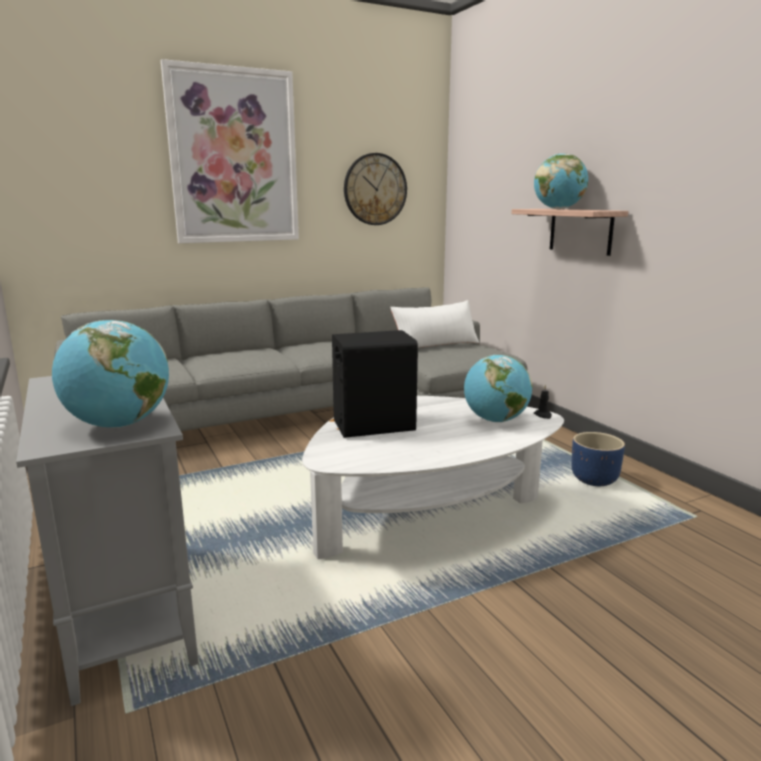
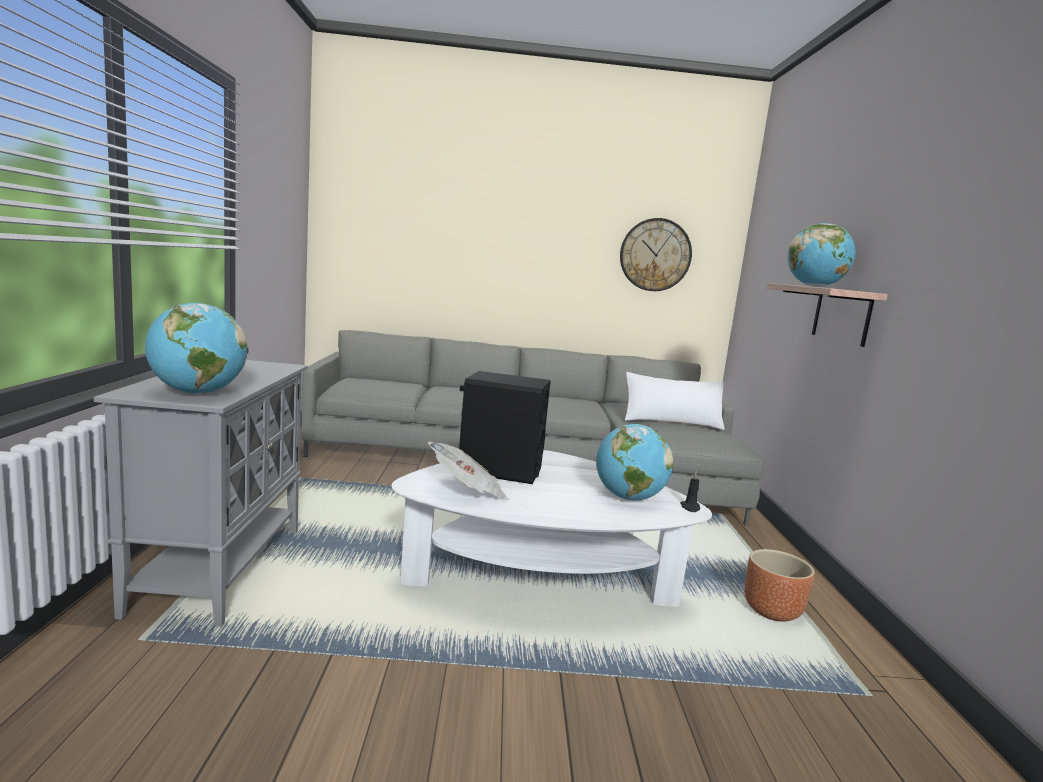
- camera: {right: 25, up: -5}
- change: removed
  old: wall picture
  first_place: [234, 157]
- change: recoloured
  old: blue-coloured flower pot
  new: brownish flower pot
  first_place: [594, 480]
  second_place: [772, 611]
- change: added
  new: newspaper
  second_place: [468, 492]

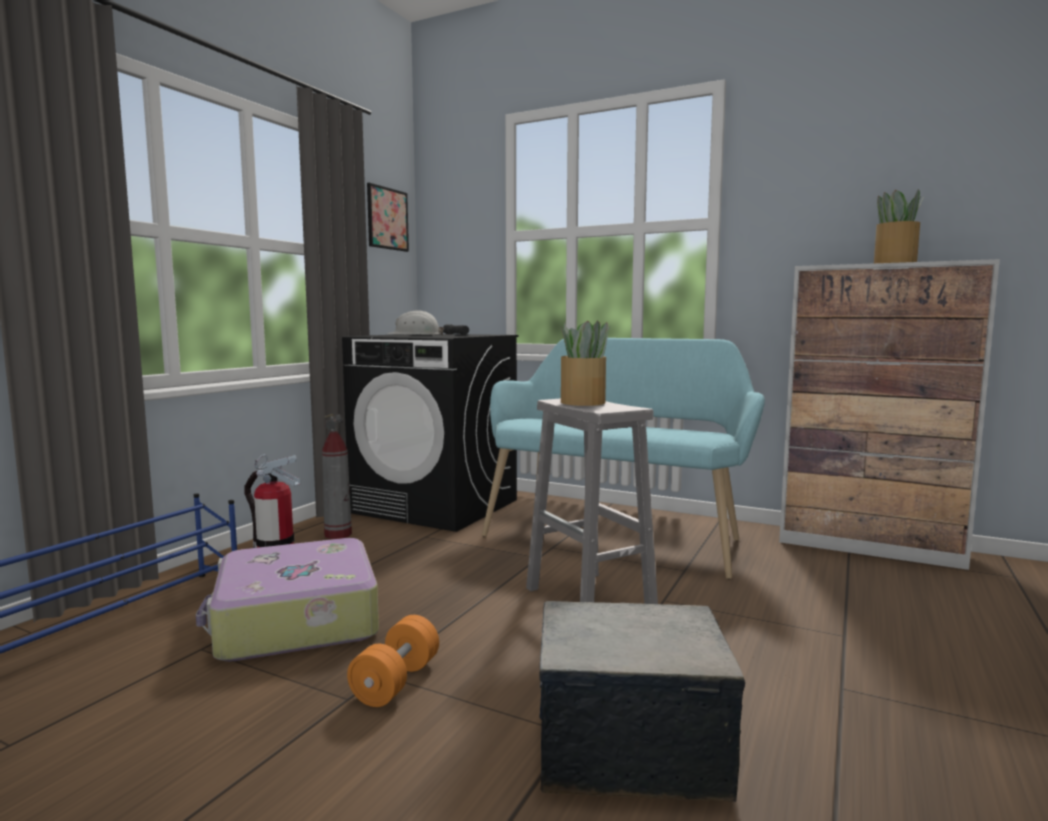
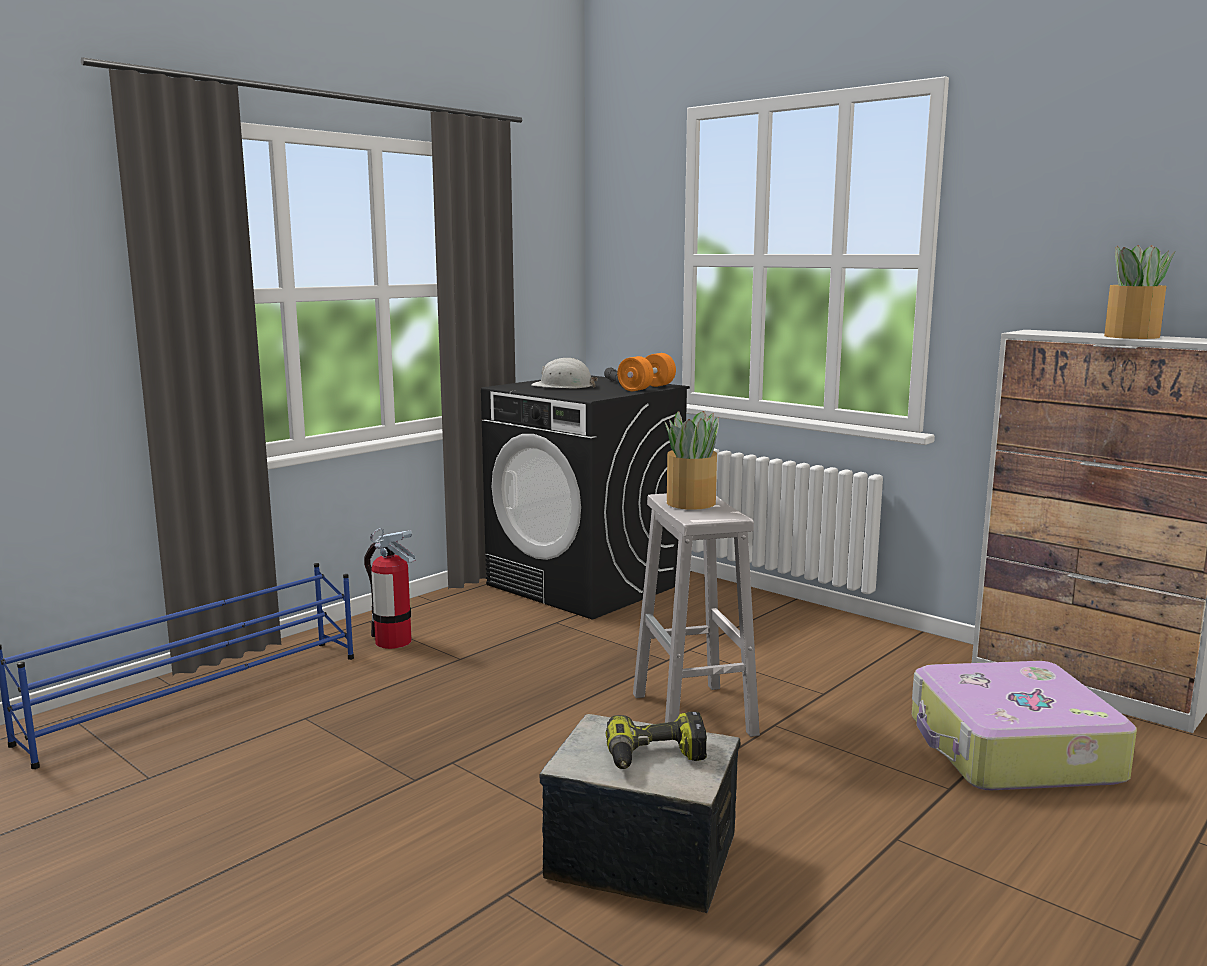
- camera: {right: 15, up: 5}
- change: removed
  old: wall picture
  first_place: [387, 218]
- change: removed
  old: blue-green long seat
  first_place: [617, 535]
- change: removed
  old: extinguisher
  first_place: [338, 534]
- change: moved
  old: travel case
  first_place: [295, 620]
  second_place: [1011, 750]
- change: moved
  old: orange hand weight
  first_place: [396, 682]
  second_place: [646, 388]
- change: added
  new: power drill
  second_place: [655, 757]

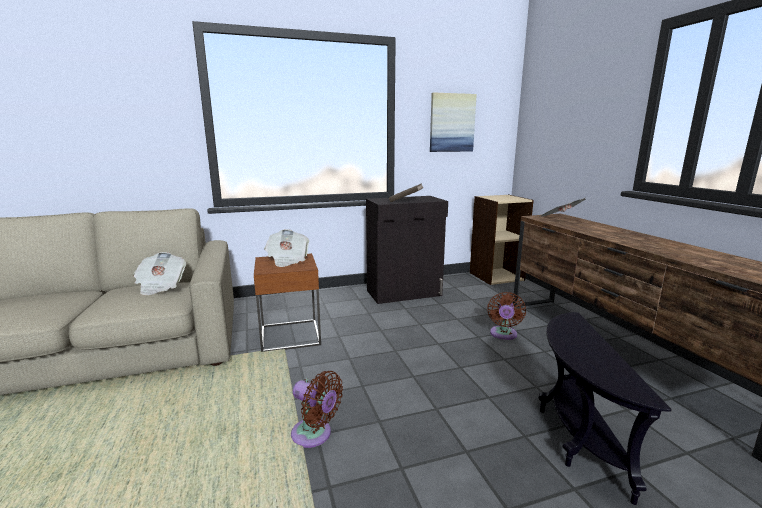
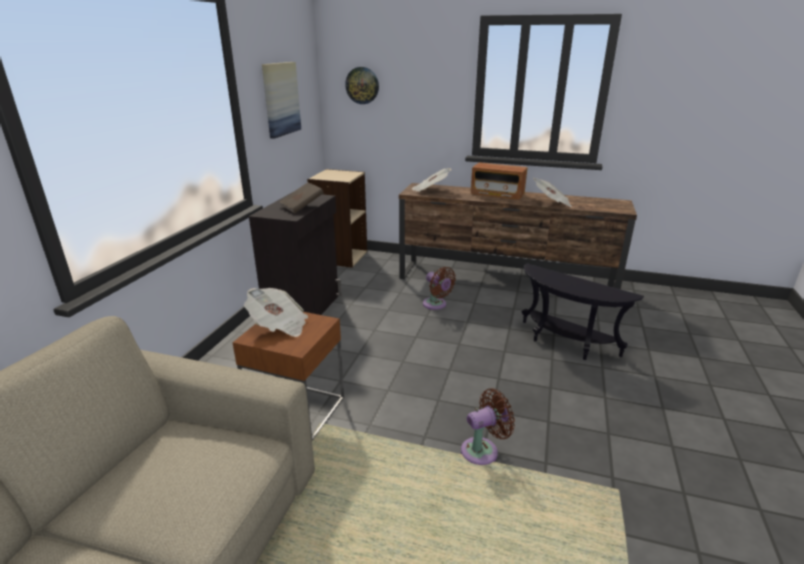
- camera: {right: -55, up: 10}
- change: moved
  old: newspaper
  first_place: [160, 286]
  second_place: [551, 203]
- change: added
  new: wall clock
  second_place: [362, 85]
- change: added
  new: radio set
  second_place: [497, 194]

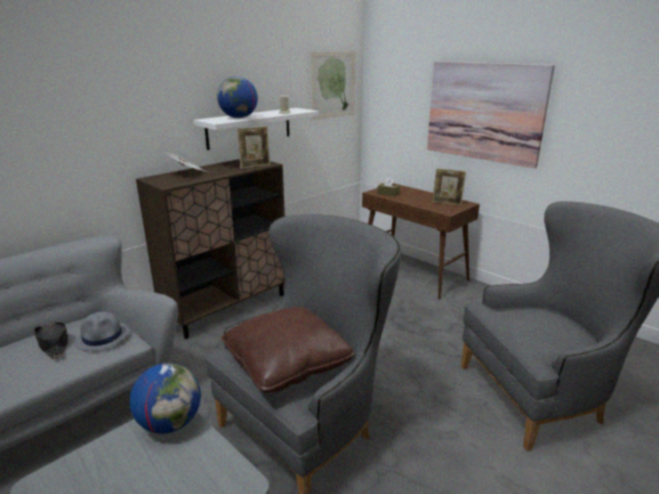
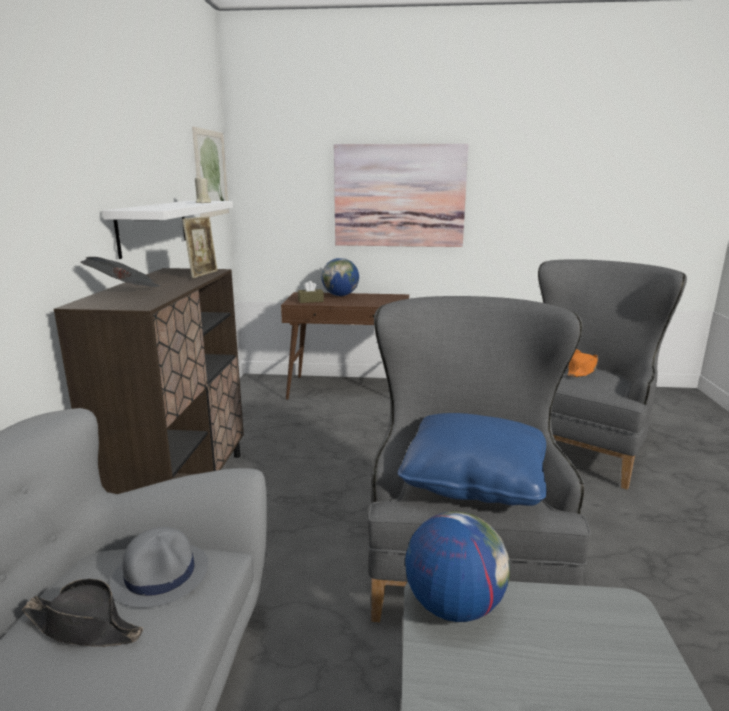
- camera: {right: -40, up: -5}
- change: moved
  old: desk globe
  first_place: [239, 118]
  second_place: [340, 295]
- change: removed
  old: standing frame
  first_place: [447, 203]
- change: recoloured
  old: brownish throw pillow
  new: blue-coloured throw pillow
  first_place: [287, 363]
  second_place: [473, 480]
- change: added
  new: orange hat
  second_place: [581, 370]

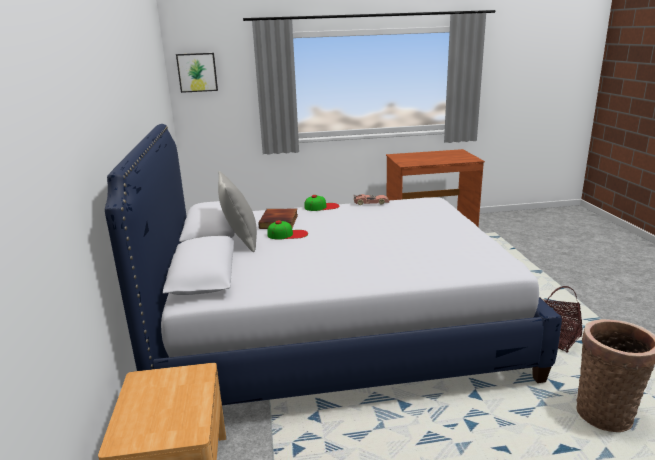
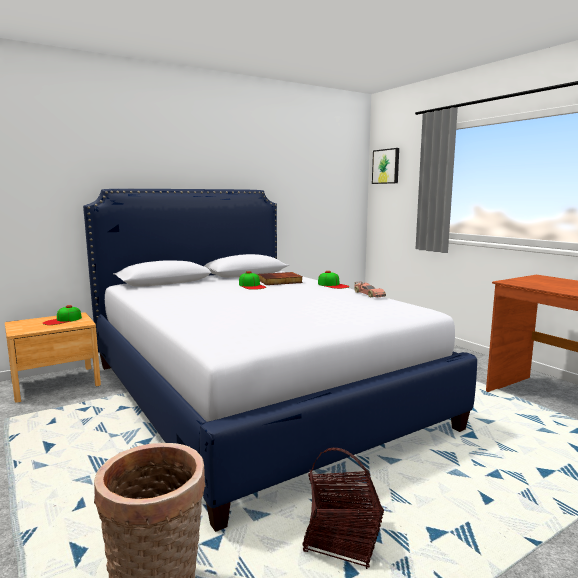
- camera: {right: 65, up: -10}
- change: removed
  old: greyish throw pillow
  first_place: [240, 240]
- change: added
  new: baseball cap
  second_place: [62, 320]

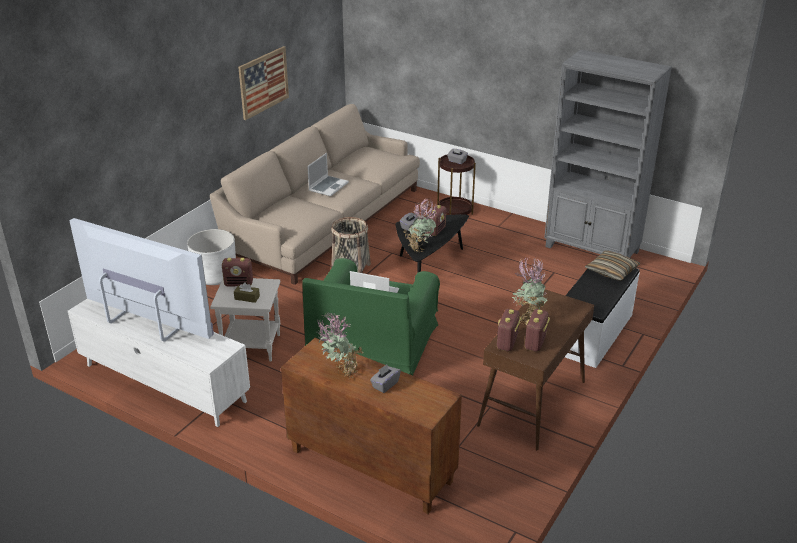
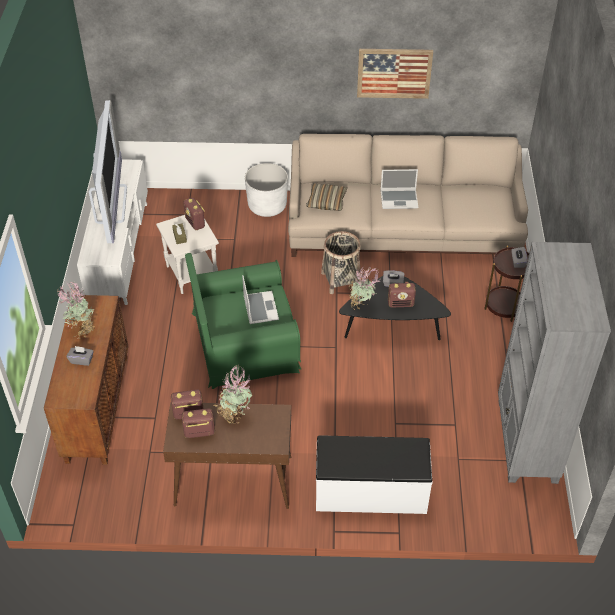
- camera: {right: 60, up: 15}
- change: moved
  old: throw pillow
  first_place: [611, 271]
  second_place: [326, 201]

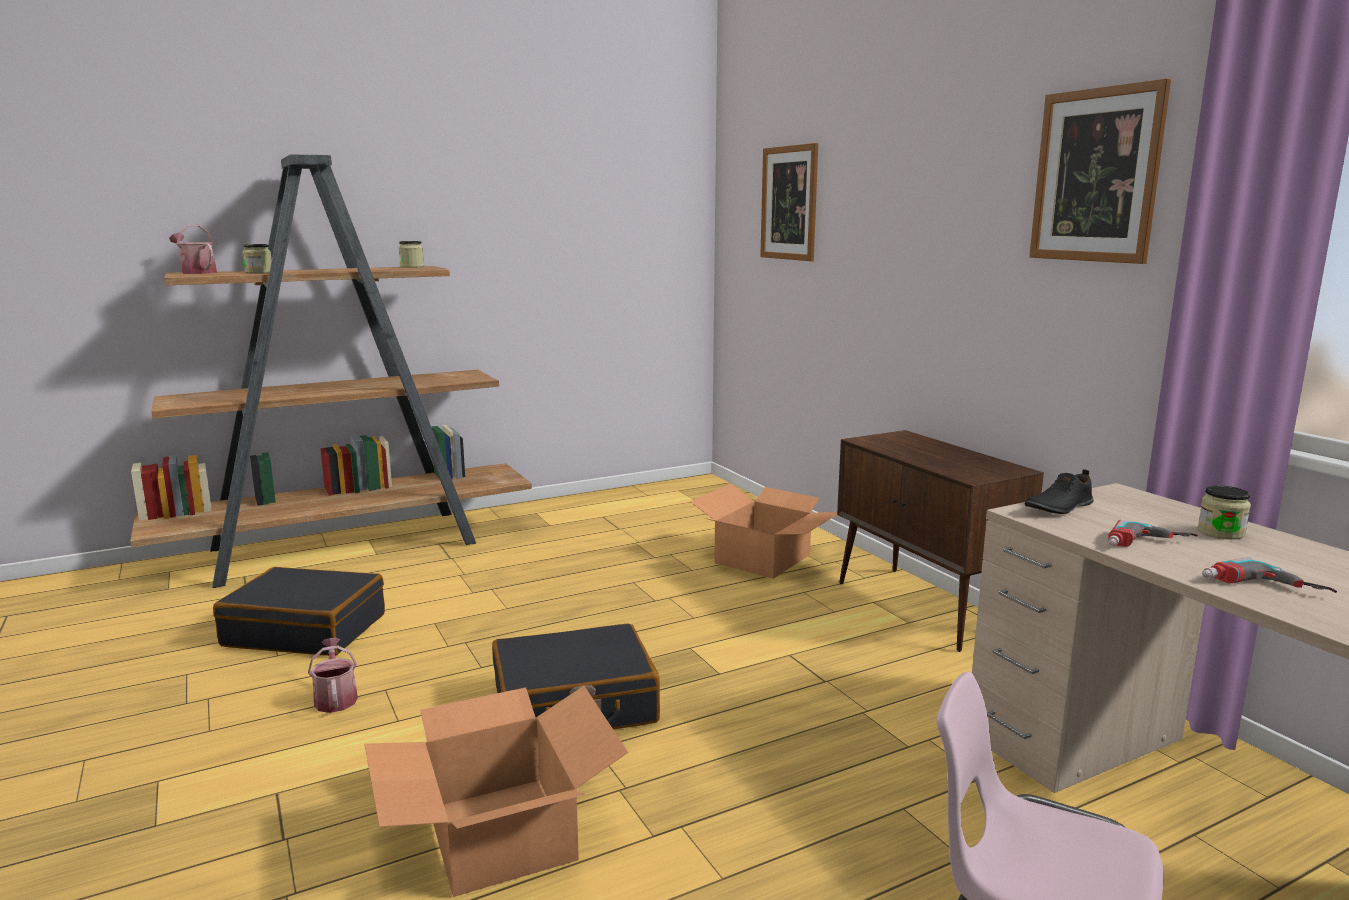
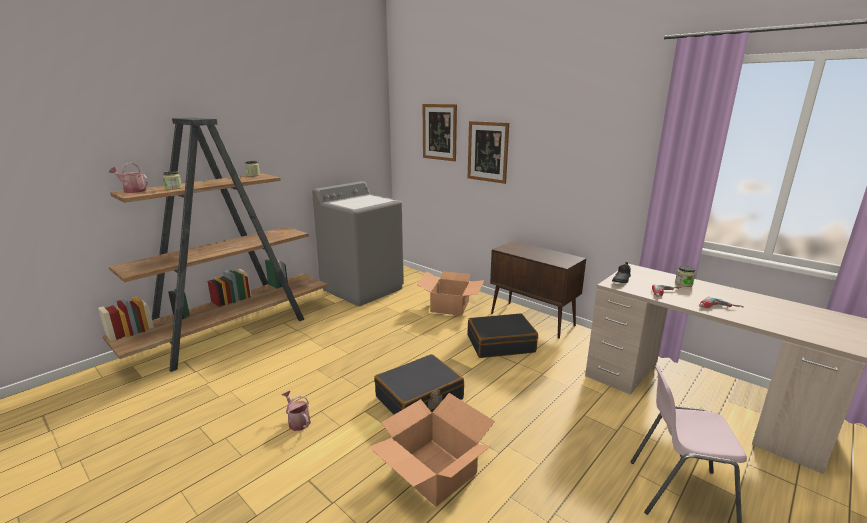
- camera: {right: -20, up: 5}
- change: moved
  old: wall picture
  first_place: [1096, 176]
  second_place: [488, 151]
- change: moved
  old: black-coloured travel case
  first_place: [306, 630]
  second_place: [500, 344]
- change: added
  new: greyish washing machine
  second_place: [363, 289]

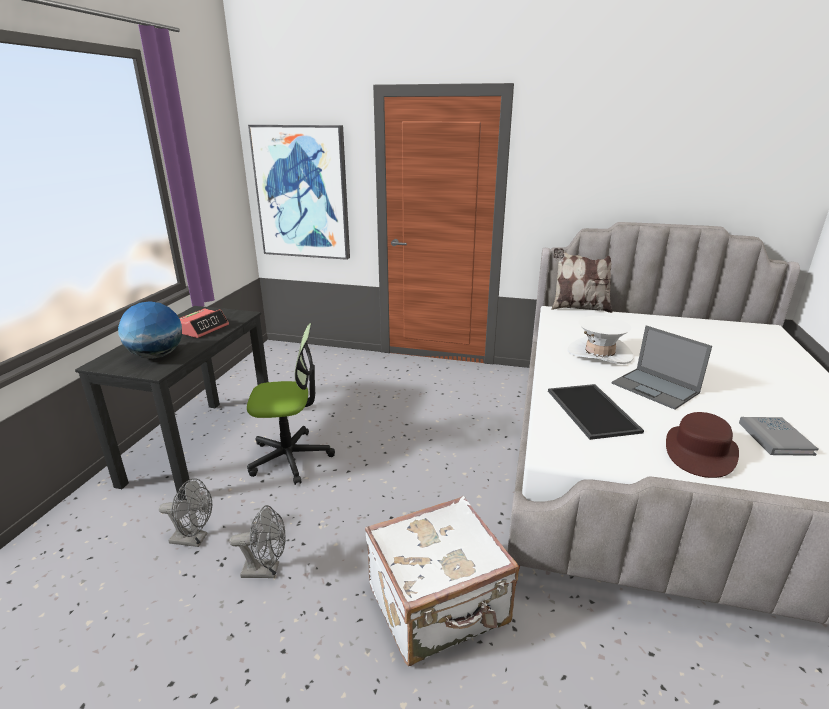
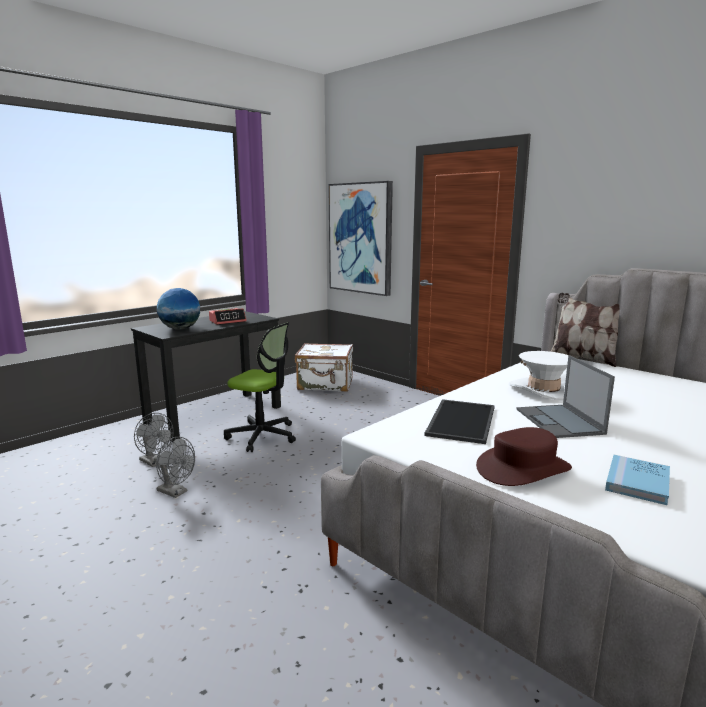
- camera: {right: 30, up: -10}
- change: recoloured
  old: greyish bound book
  new: blue-coloured bound book
  first_place: [775, 438]
  second_place: [637, 482]
- change: moved
  old: whitish travel case
  first_place: [439, 606]
  second_place: [325, 385]

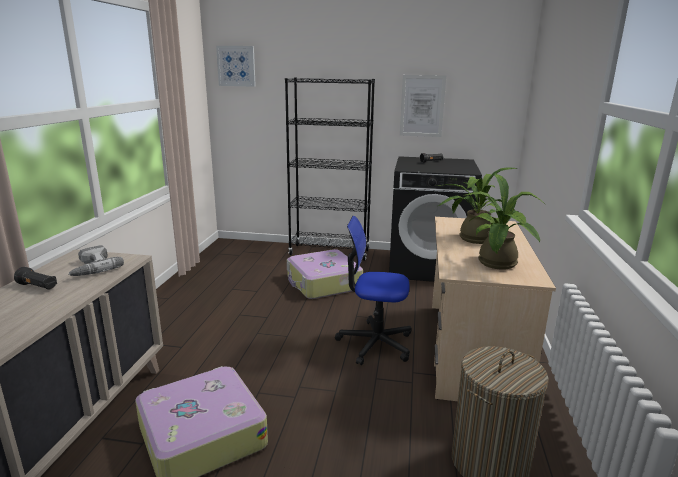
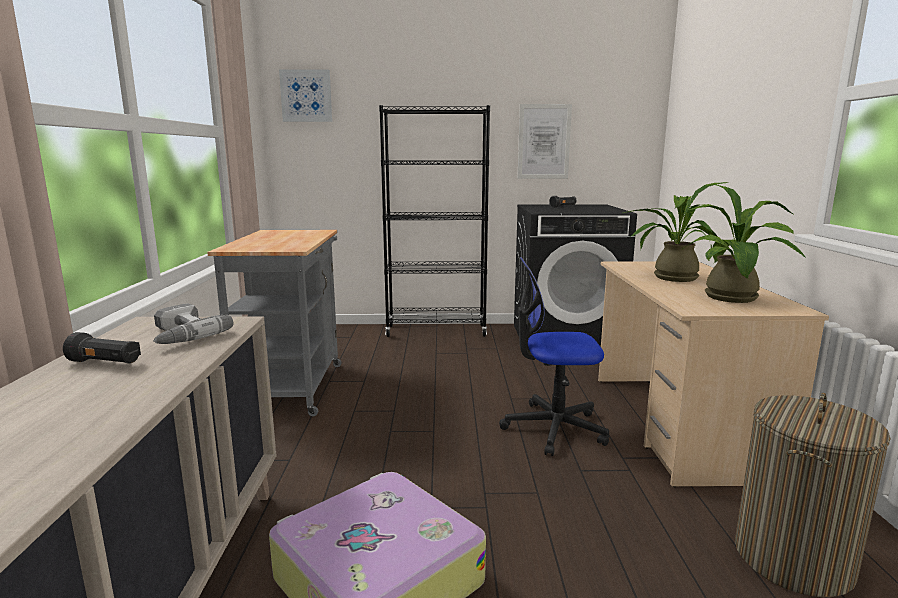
- camera: {right: -10, up: -5}
- change: removed
  old: travel case
  first_place: [323, 283]
- change: added
  new: greyish trolley
  second_place: [293, 384]

